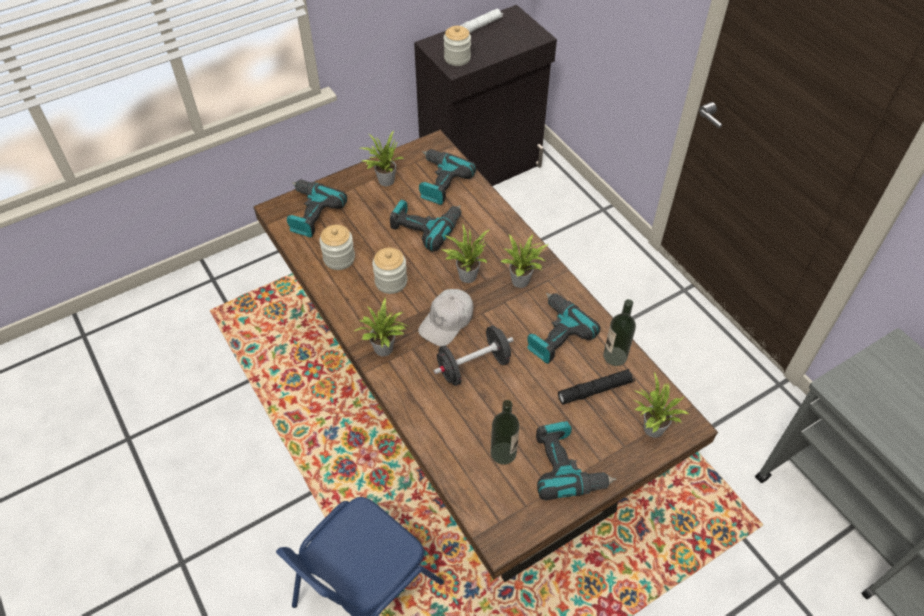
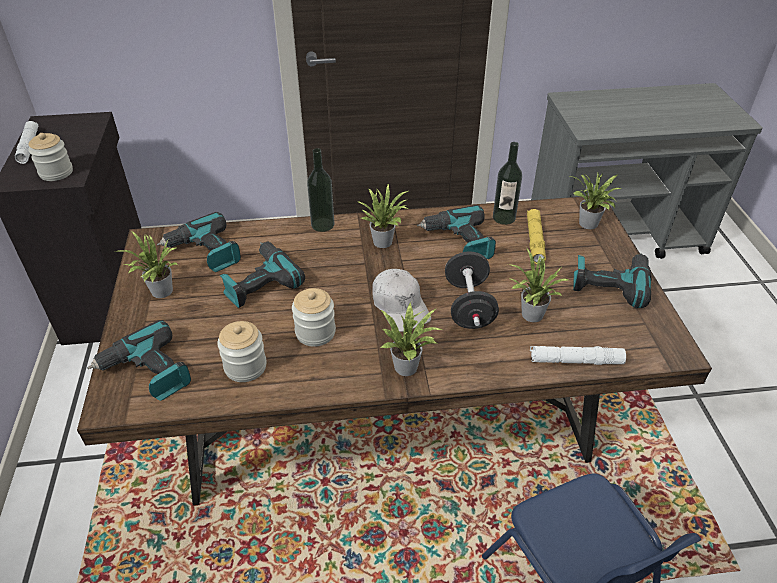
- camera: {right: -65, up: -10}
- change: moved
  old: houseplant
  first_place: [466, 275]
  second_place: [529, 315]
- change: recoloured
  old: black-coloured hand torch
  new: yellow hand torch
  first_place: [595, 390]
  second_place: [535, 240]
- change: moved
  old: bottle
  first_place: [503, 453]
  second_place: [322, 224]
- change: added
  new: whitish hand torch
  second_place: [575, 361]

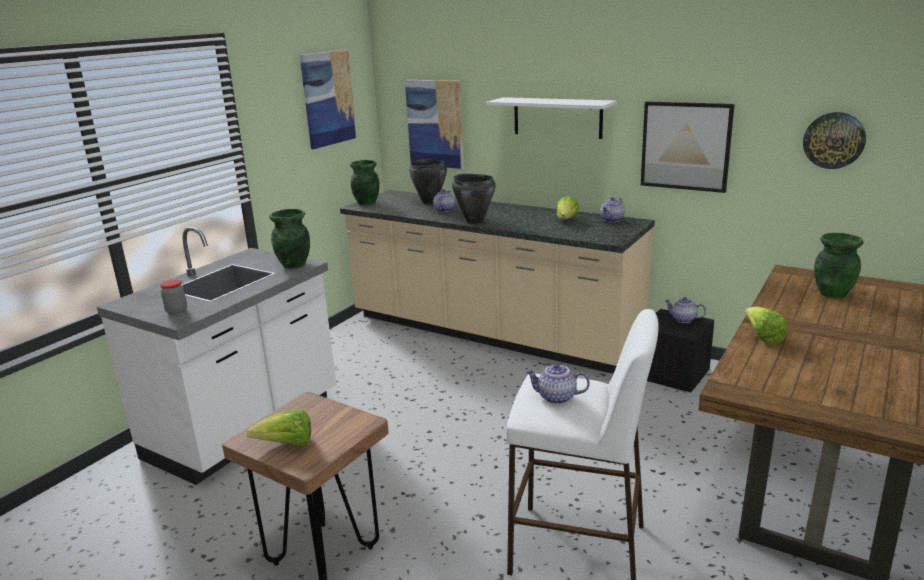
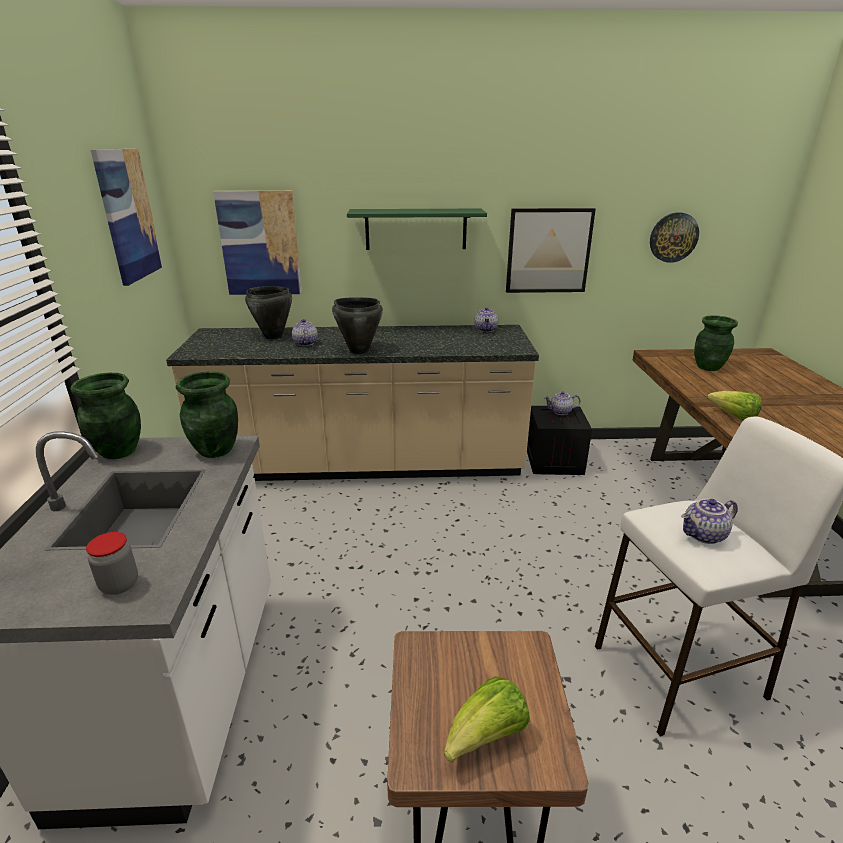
- camera: {right: -35, up: 5}
- change: recoloured
  old: whitish wall shelf
  new: greenish wall shelf
  first_place: [557, 117]
  second_place: [416, 229]
- change: moved
  old: greenish flower vase
  first_place: [366, 203]
  second_place: [119, 452]
- change: removed
  old: lettuce
  first_place: [566, 220]

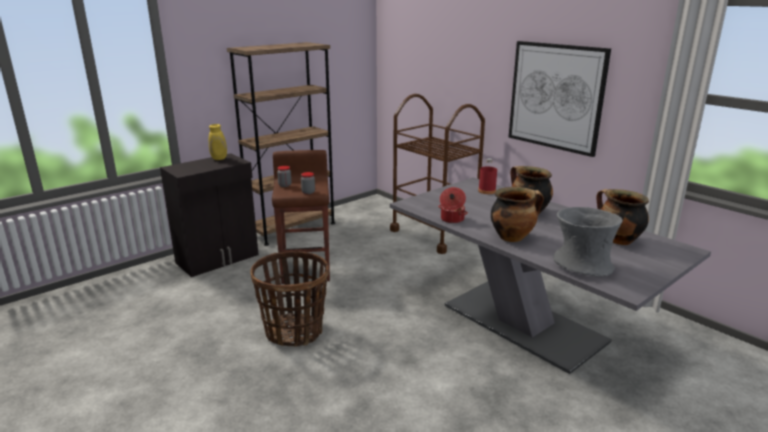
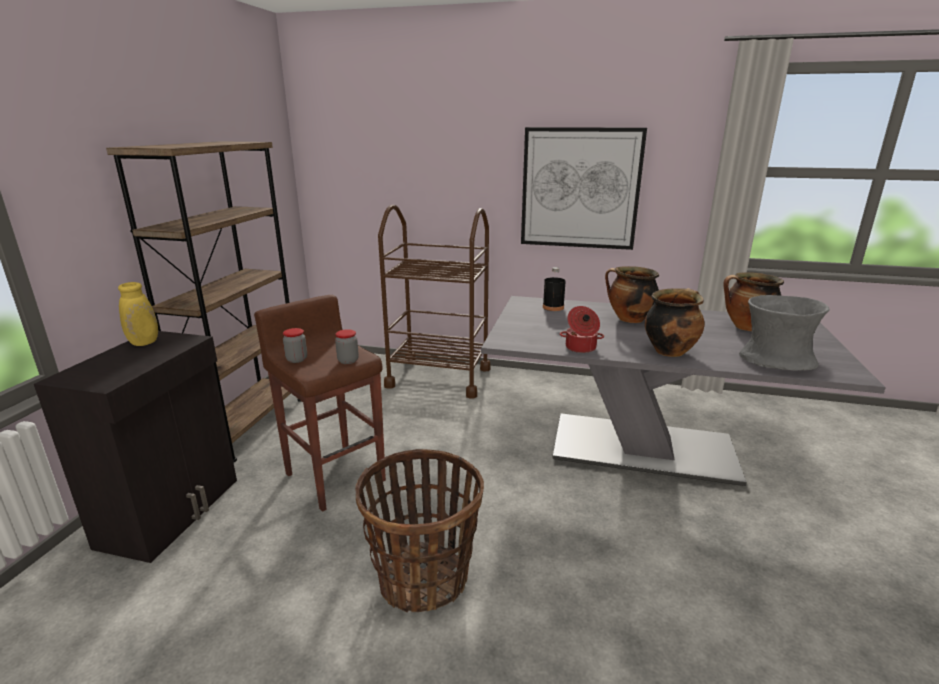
- camera: {right: -35, up: 0}
- change: recoloured
  old: red bottle
  new: black-coloured bottle
  first_place: [487, 191]
  second_place: [553, 307]

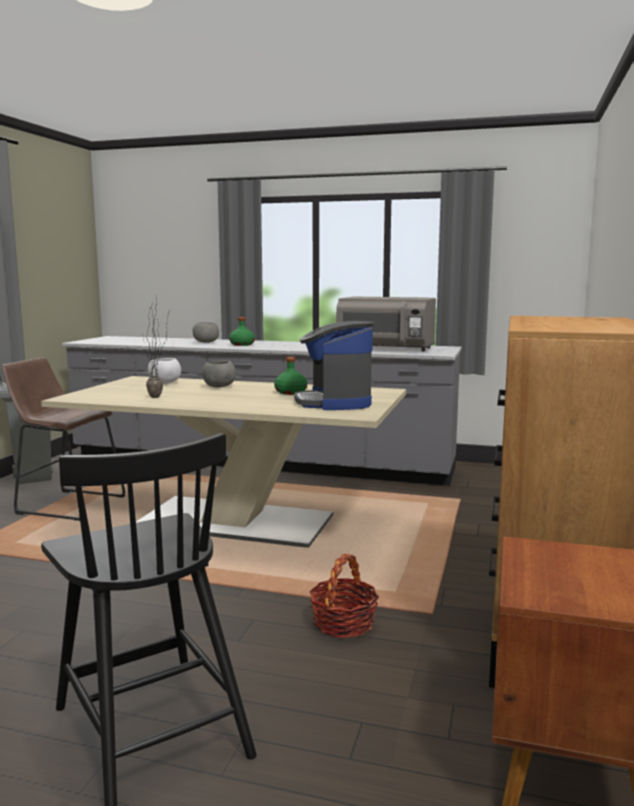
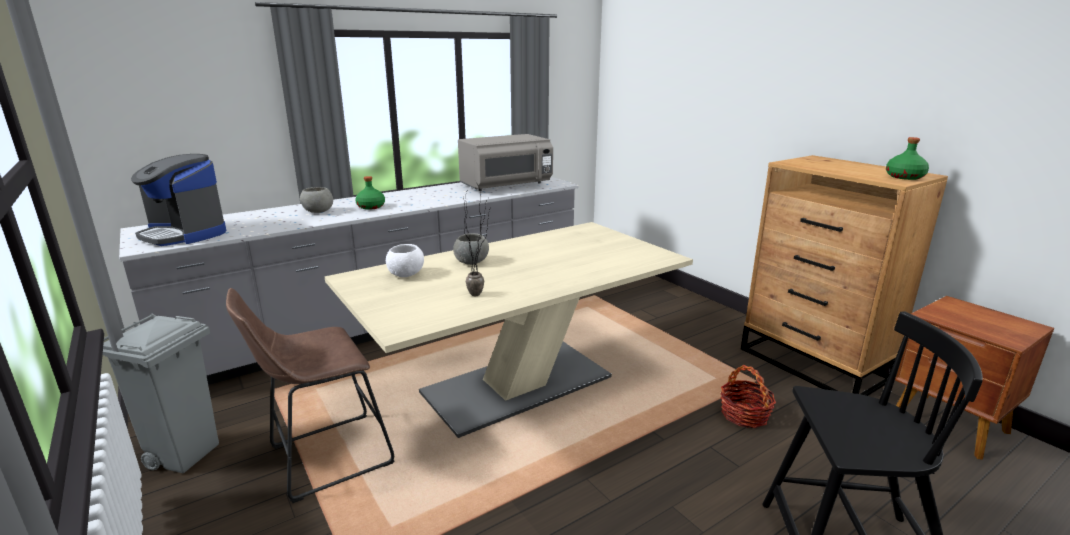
- camera: {right: -50, up: 10}
- change: moved
  old: coffee machine
  first_place: [334, 402]
  second_place: [184, 234]
- change: moved
  old: greenish bottle
  first_place: [290, 392]
  second_place: [904, 177]

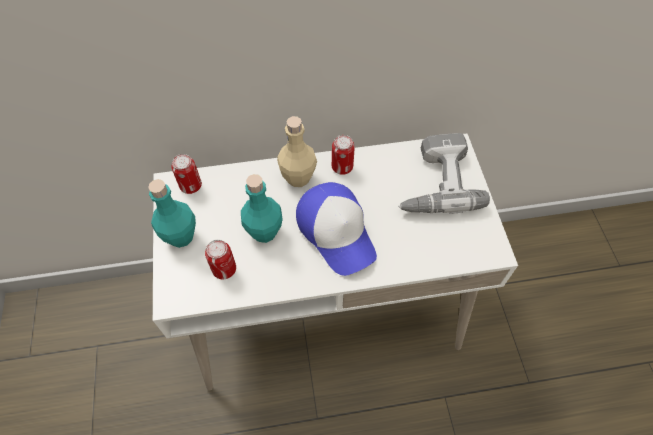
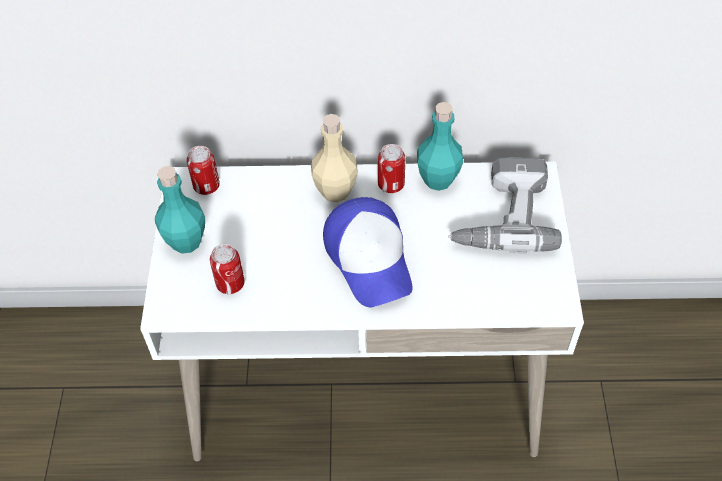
- camera: {right: 10, up: -5}
- change: moved
  old: blue-green bottle
  first_place: [264, 232]
  second_place: [438, 179]

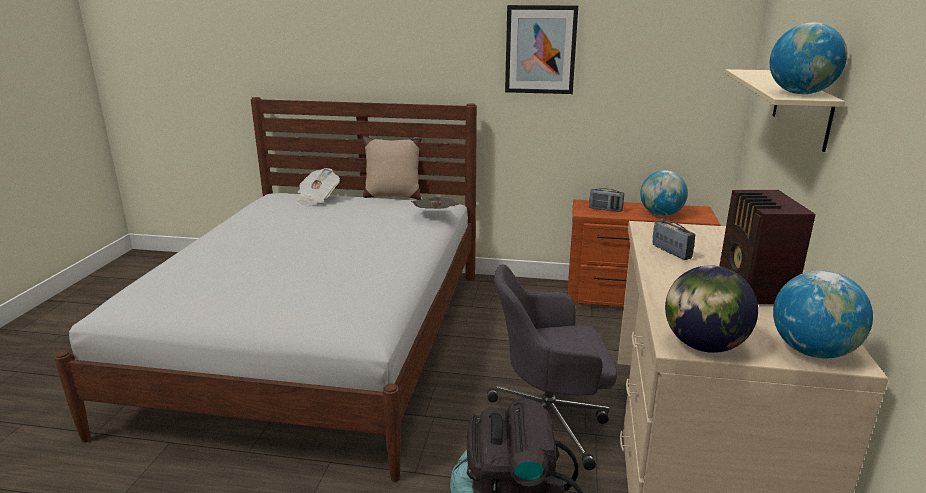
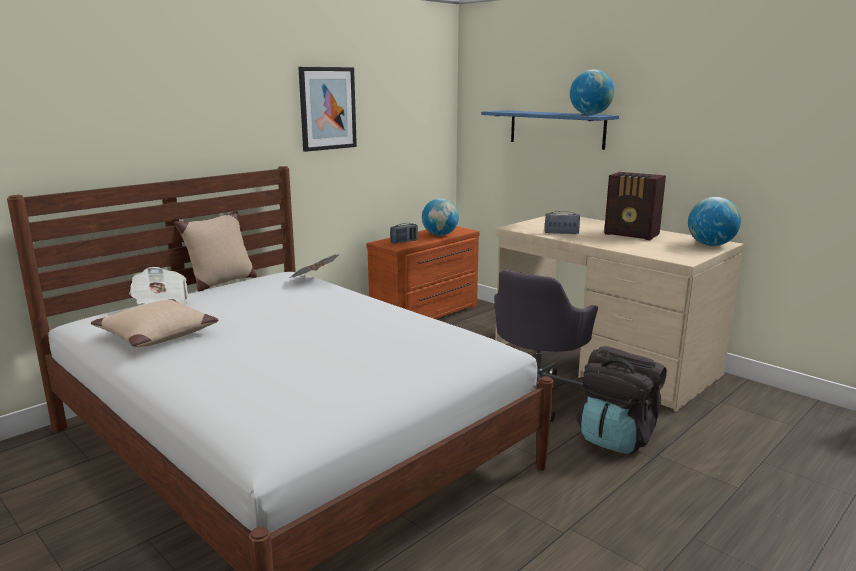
- camera: {right: -55, up: -5}
- change: recoloured
  old: beige wall shelf
  new: blue-coloured wall shelf
  first_place: [801, 108]
  second_place: [556, 129]
- change: removed
  old: desk globe
  first_place: [703, 346]
- change: added
  new: beige throw pillow
  second_place: [156, 334]

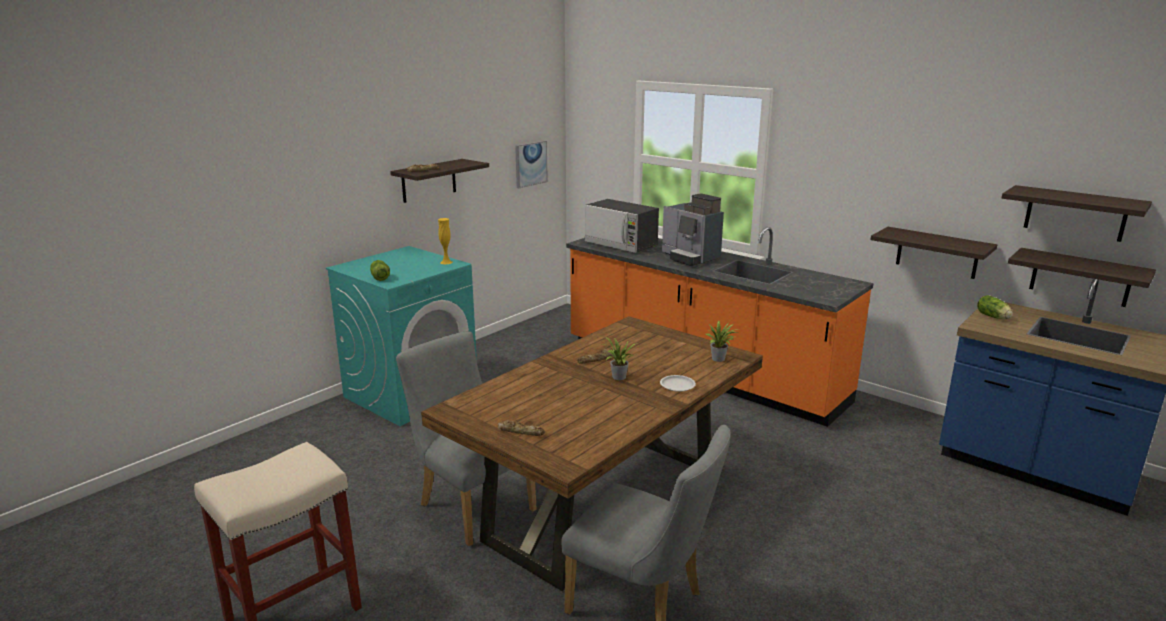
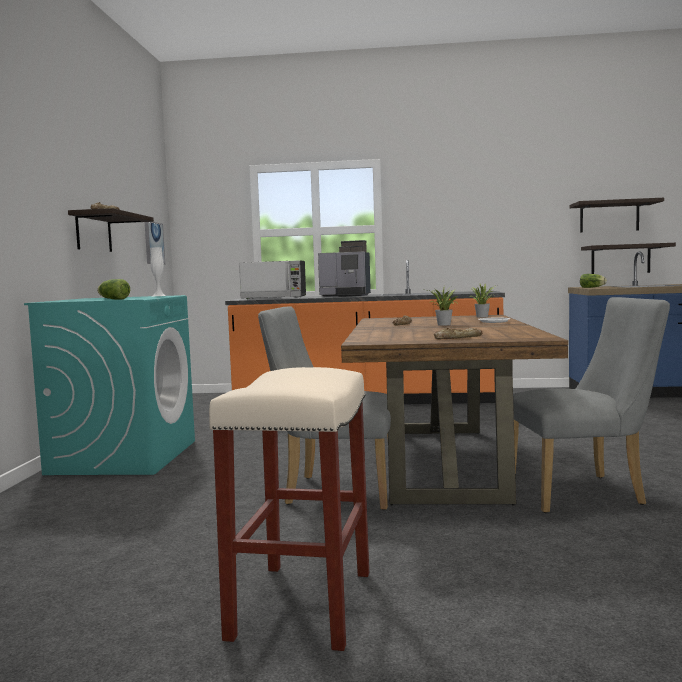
- camera: {right: -35, up: -15}
- change: recoloured
  old: yellow flower vase
  new: whitish flower vase
  first_place: [446, 262]
  second_place: [158, 296]
- change: removed
  old: wall shelf
  first_place: [937, 253]

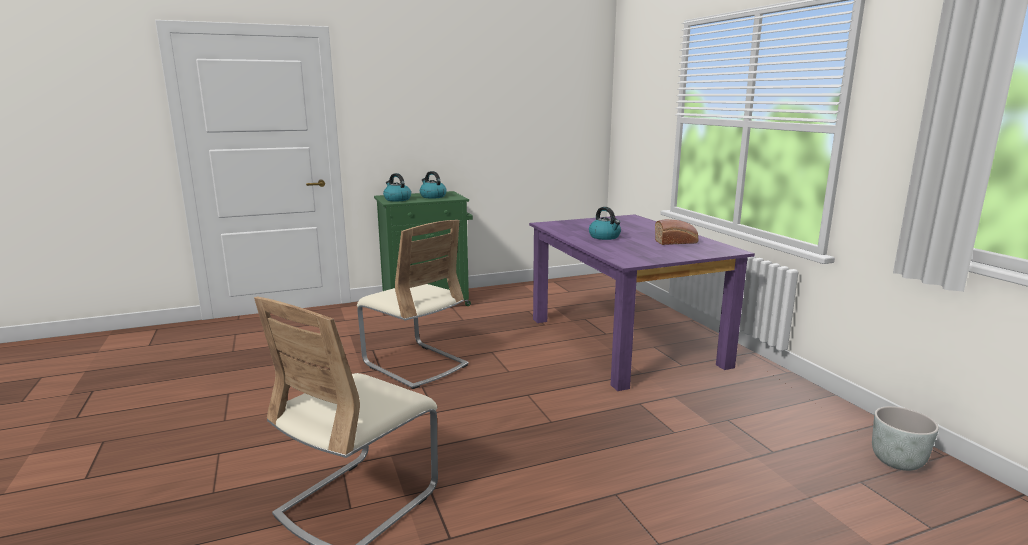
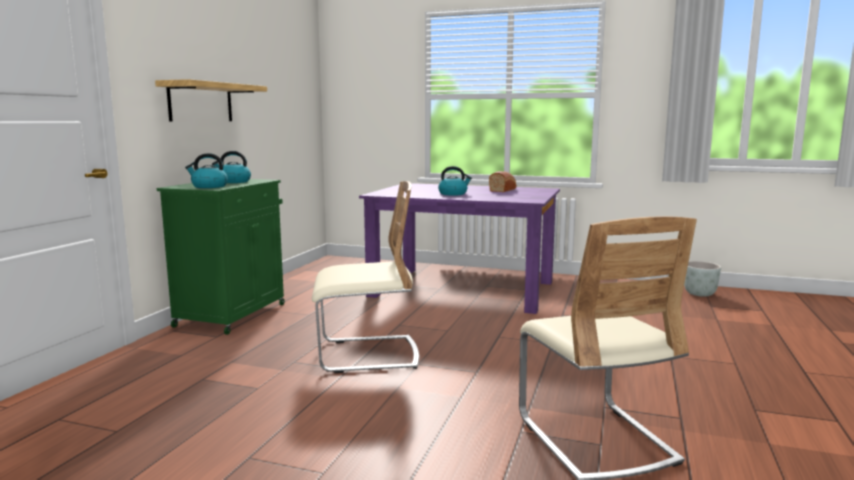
- camera: {right: -50, up: -5}
- change: added
  new: wall shelf
  second_place: [201, 102]

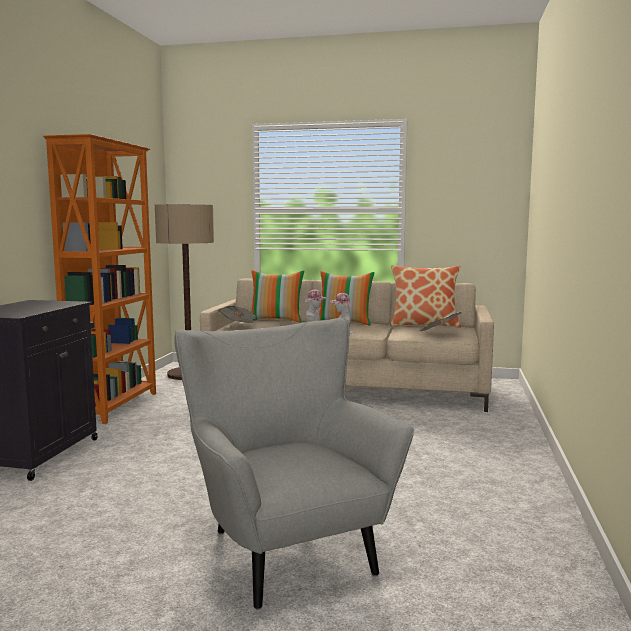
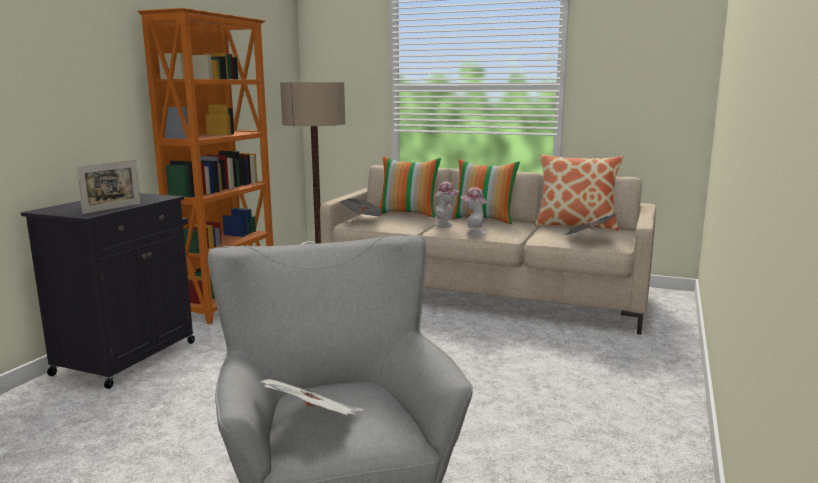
- camera: {right: 10, up: 5}
- change: added
  new: standing frame
  second_place: [112, 208]
- change: added
  new: newspaper
  second_place: [315, 422]

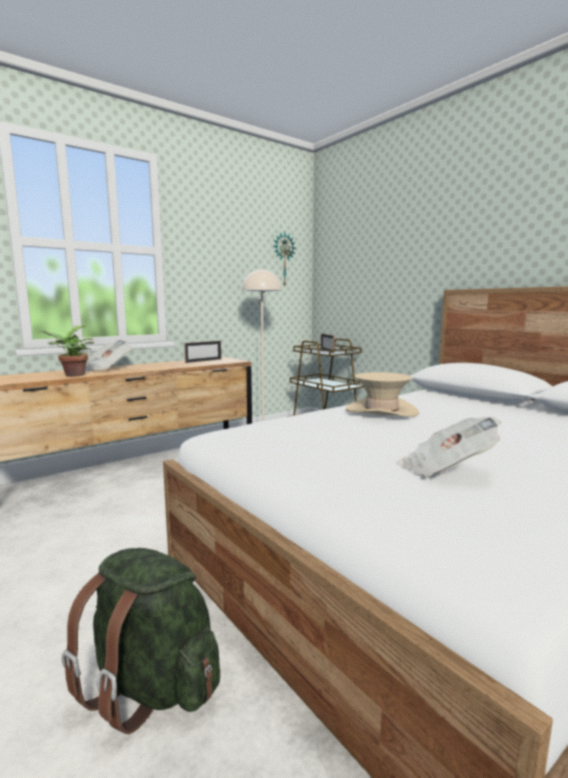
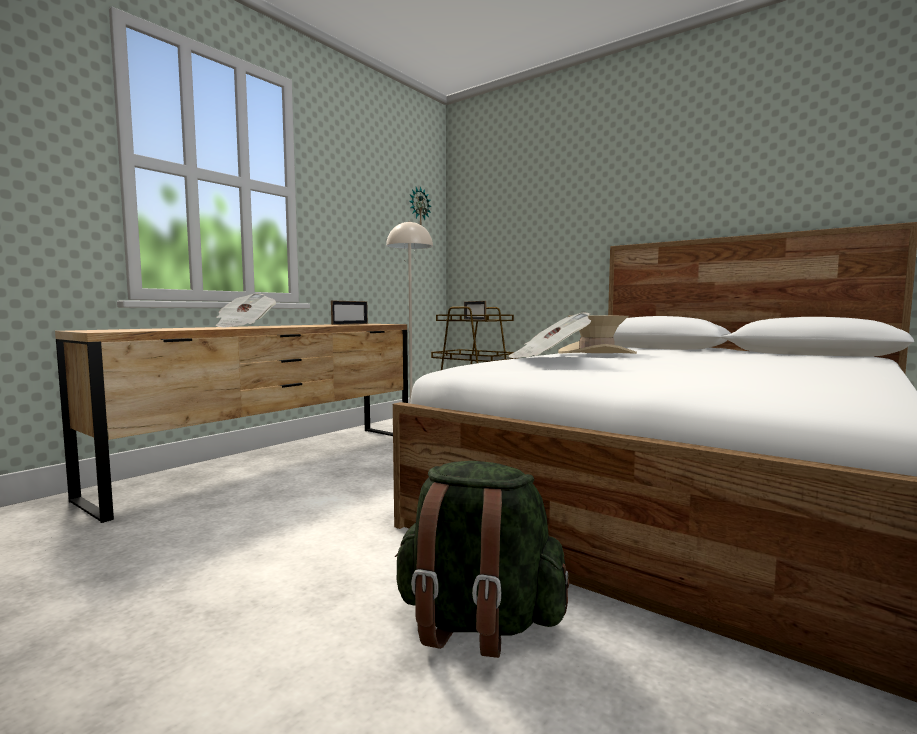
- camera: {right: -15, up: -5}
- change: removed
  old: houseplant
  first_place: [72, 375]
- change: moved
  old: newspaper
  first_place: [445, 469]
  second_place: [549, 357]

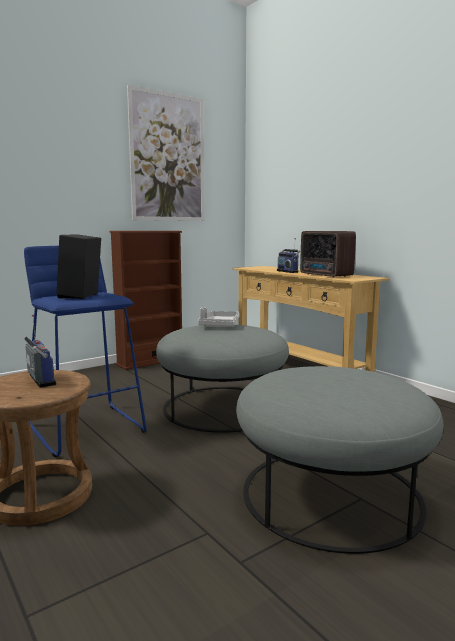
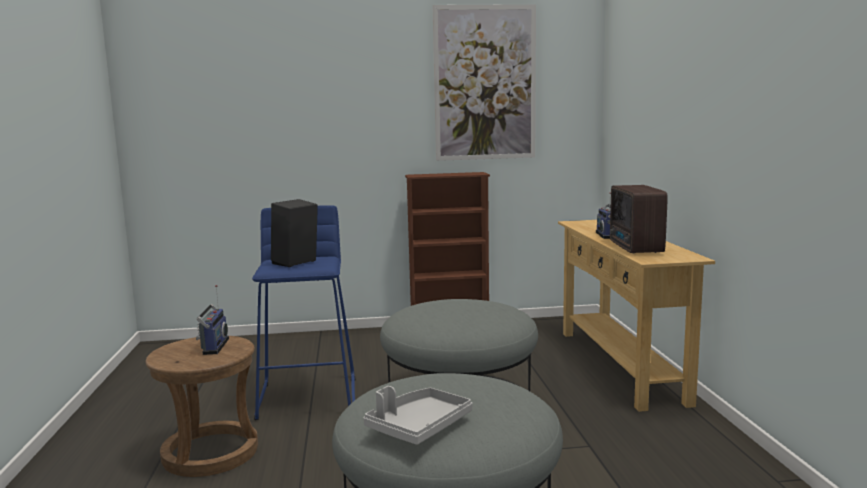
- camera: {right: 30, up: 0}
- change: moved
  old: greyish serving tray
  first_place: [219, 325]
  second_place: [418, 426]

